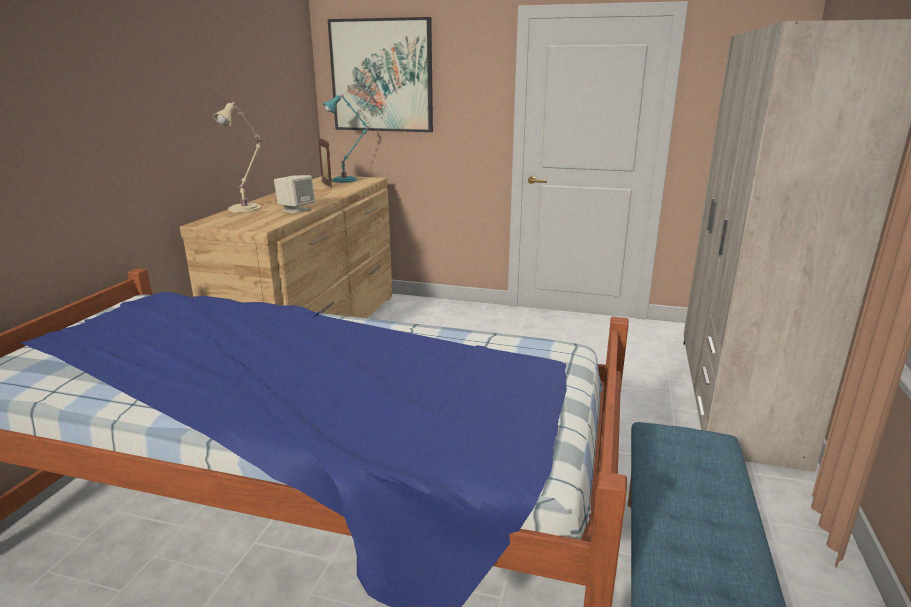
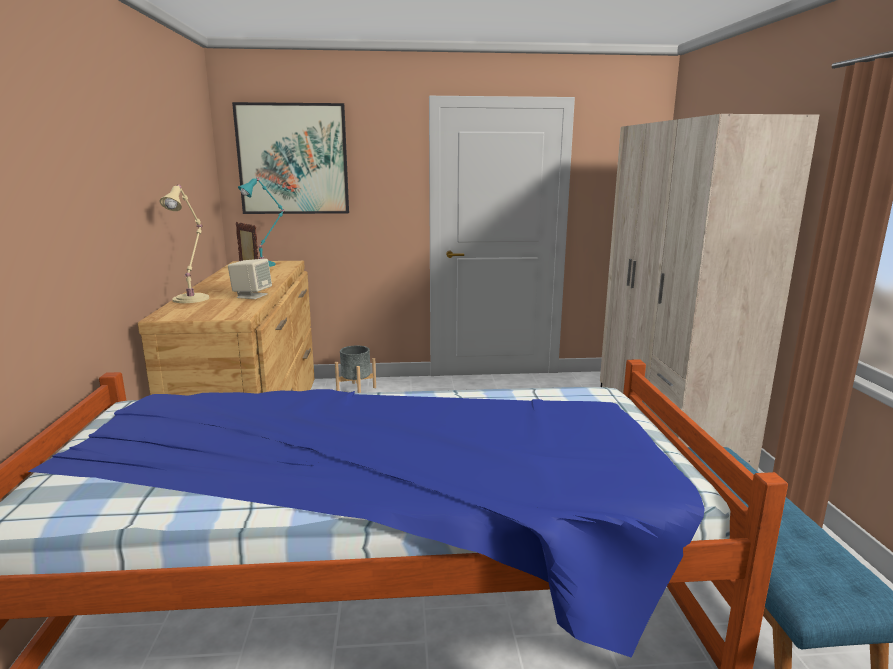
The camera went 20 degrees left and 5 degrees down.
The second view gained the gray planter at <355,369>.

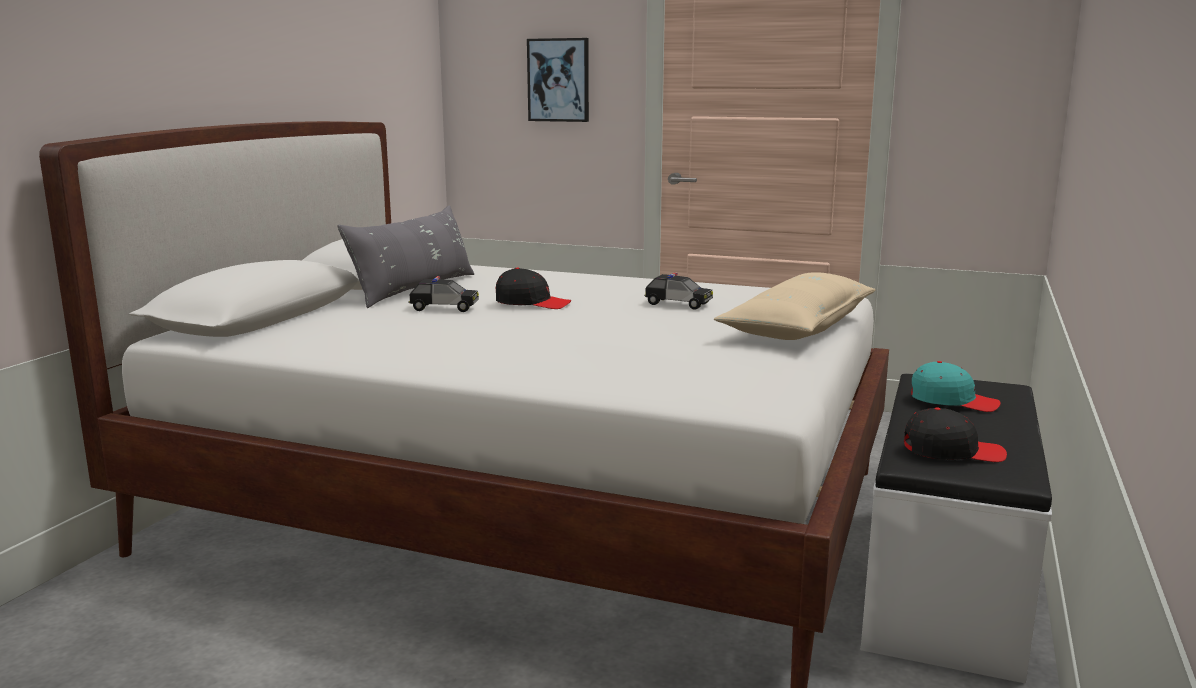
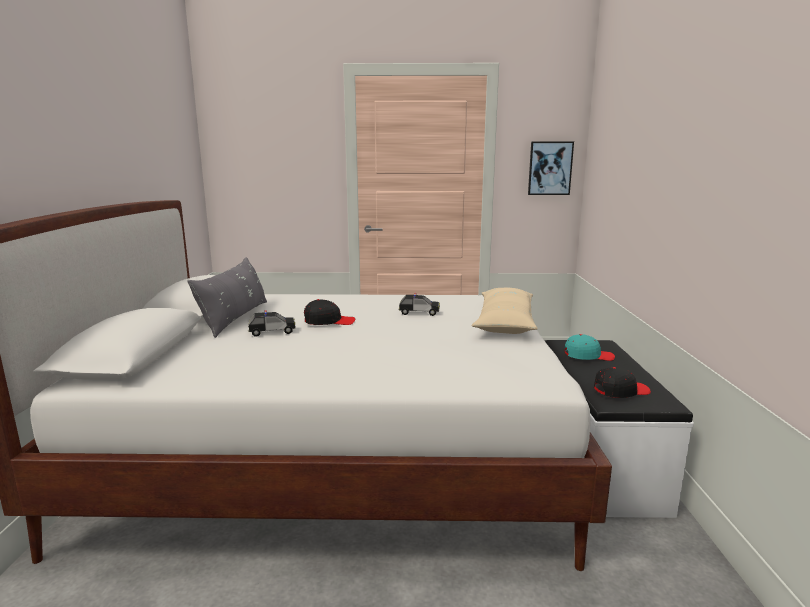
The camera went 20 degrees left and 0 degrees up.
The wall art ended up elsewhere, having gone from <558,80> to <551,168>.

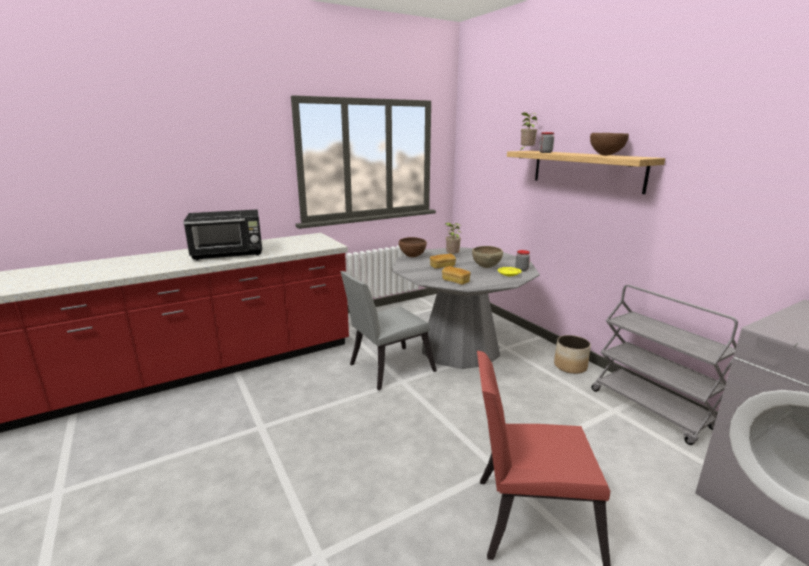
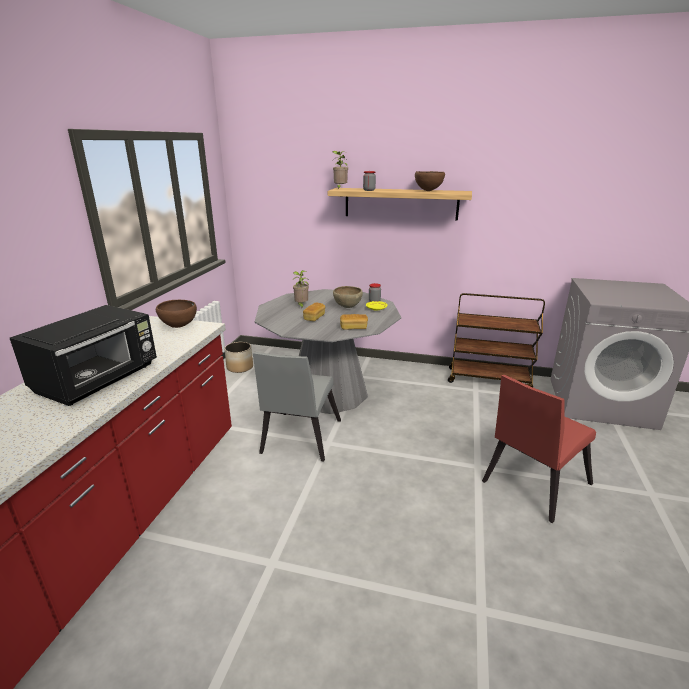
The camera went 45 degrees left and 5 degrees up.
The brown-coloured serving bowl ended up elsewhere, having gone from <413,247> to <176,314>.
The planter ended up elsewhere, having gone from <572,354> to <238,357>.
What was the gray wheeled cart at <664,365> turned into the brown-coloured wheeled cart at <496,340>.

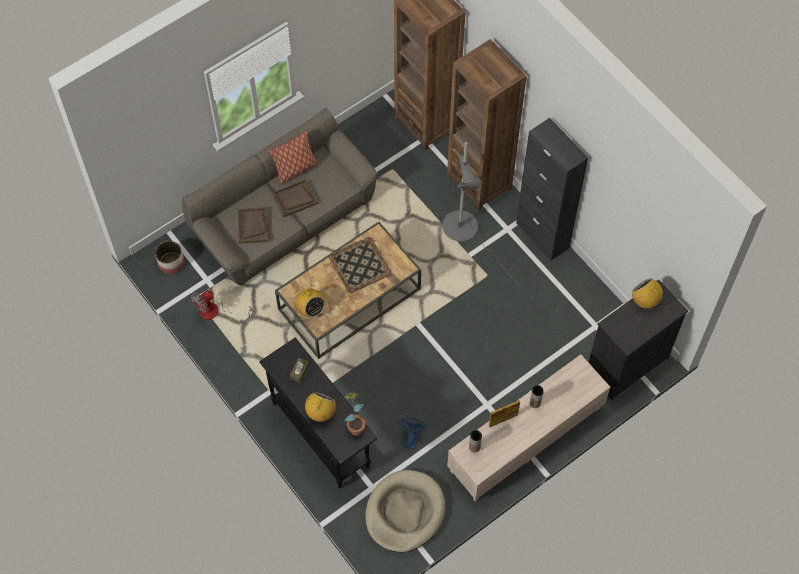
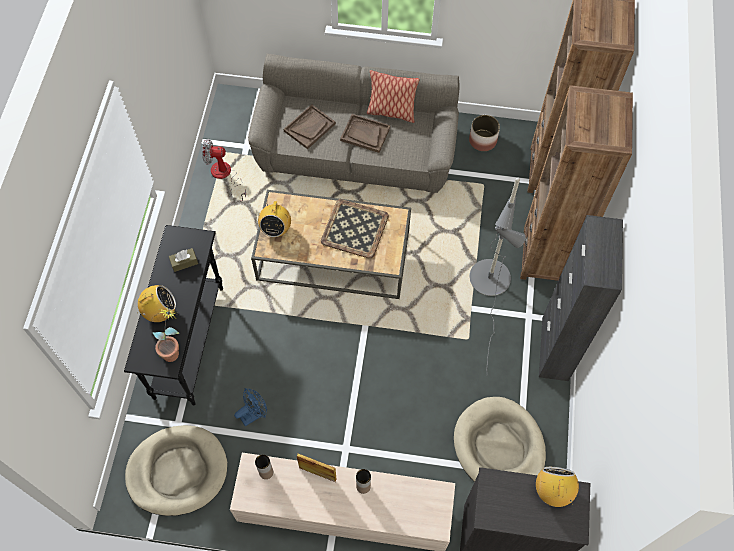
The camera went 45 degrees right and 0 degrees up.
The second view gained the beige-coloured dog bed at <500,439>.
The planter ended up elsewhere, having gone from <169,257> to <484,133>.

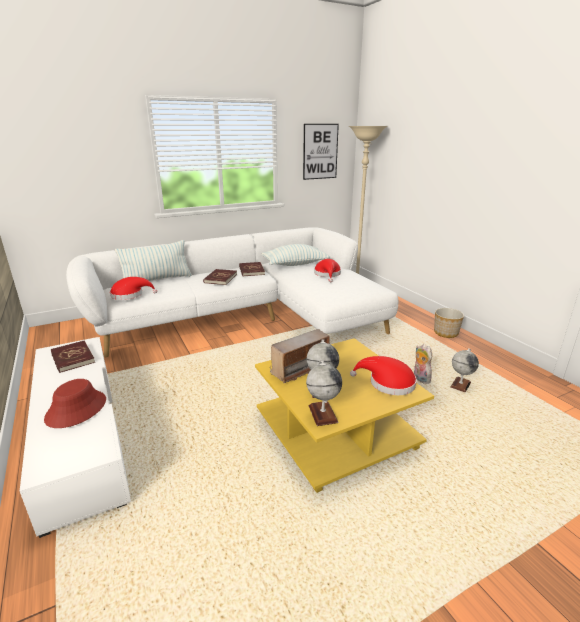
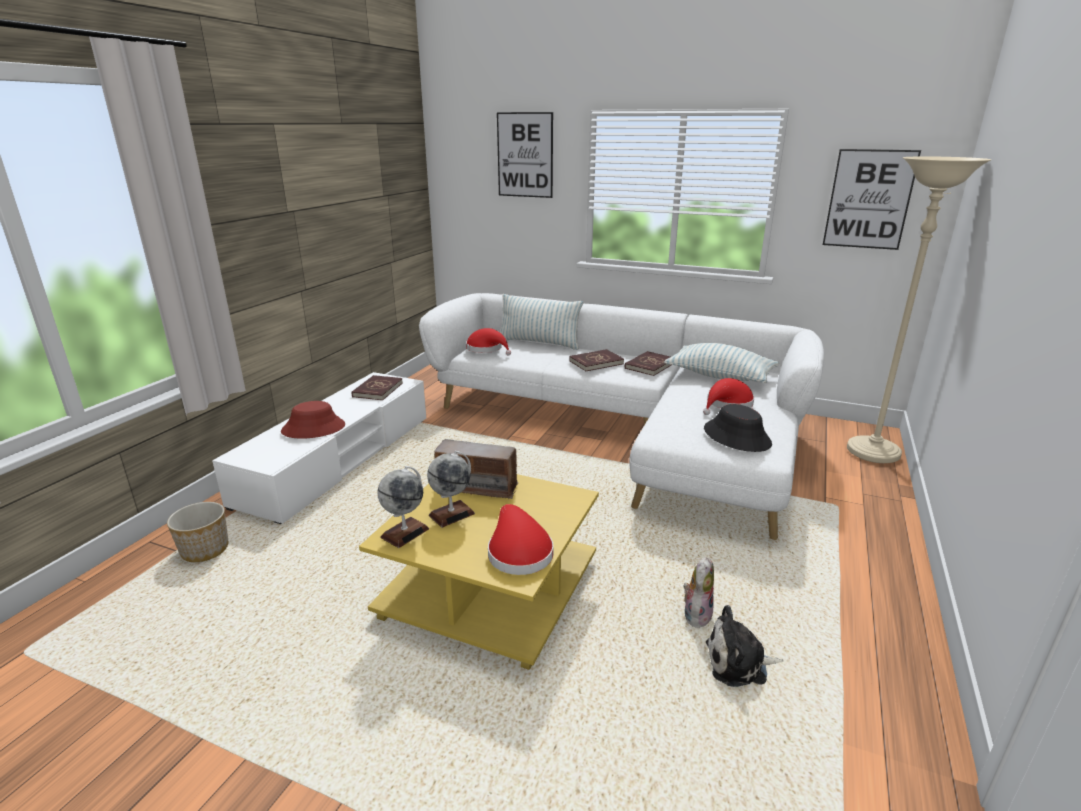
The camera went 50 degrees right and 0 degrees up.
The second view gained the wall art at <525,155>.
The second view gained the blackish clothing hat at <738,428>.
The planter ended up elsewhere, having gone from <449,323> to <197,532>.
Where the globe stood at <465,370>, the plush toy came to stand at <745,646>.

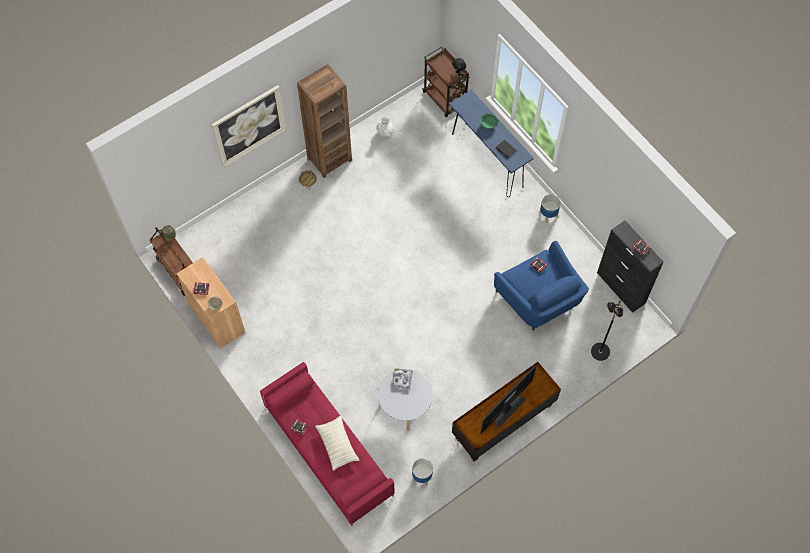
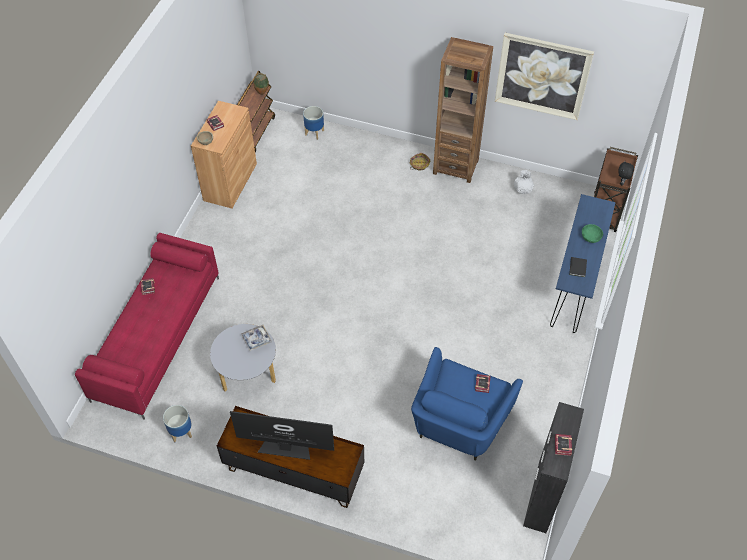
The camera went 55 degrees right and 10 degrees down.
The second view lost the cushion at <337,443>.
The second view lost the blackish standing lamp at <607,330>.
The wall art ended up elsewhere, having gone from <249,126> to <544,76>.
The planter ended up elsewhere, having gone from <550,208> to <313,123>.

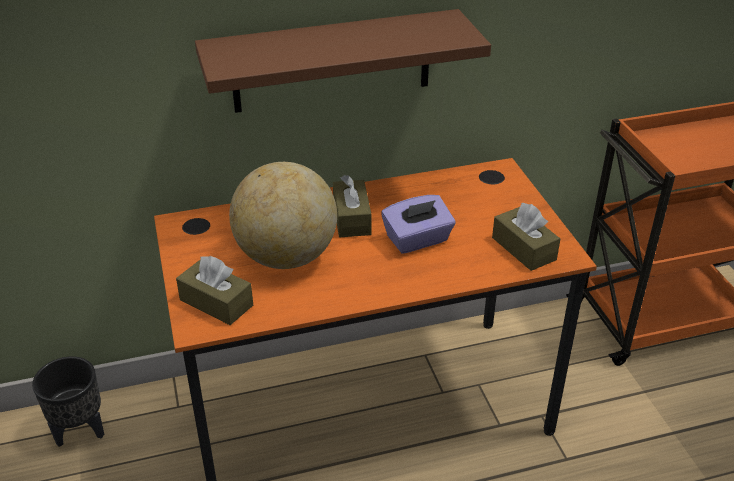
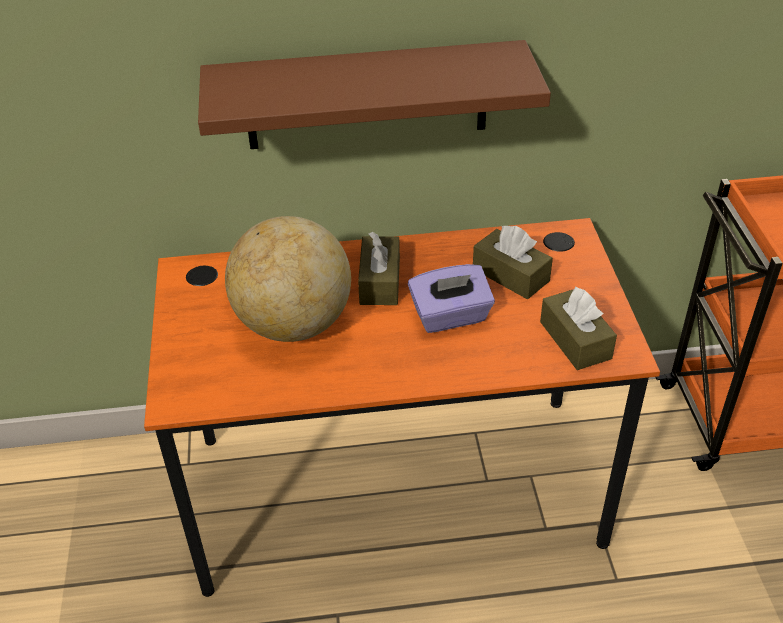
The camera went 10 degrees right and 5 degrees up.
The second view lost the blackish planter at <68,401>.
The brown-coloured tissue box ended up elsewhere, having gone from <214,290> to <513,262>.

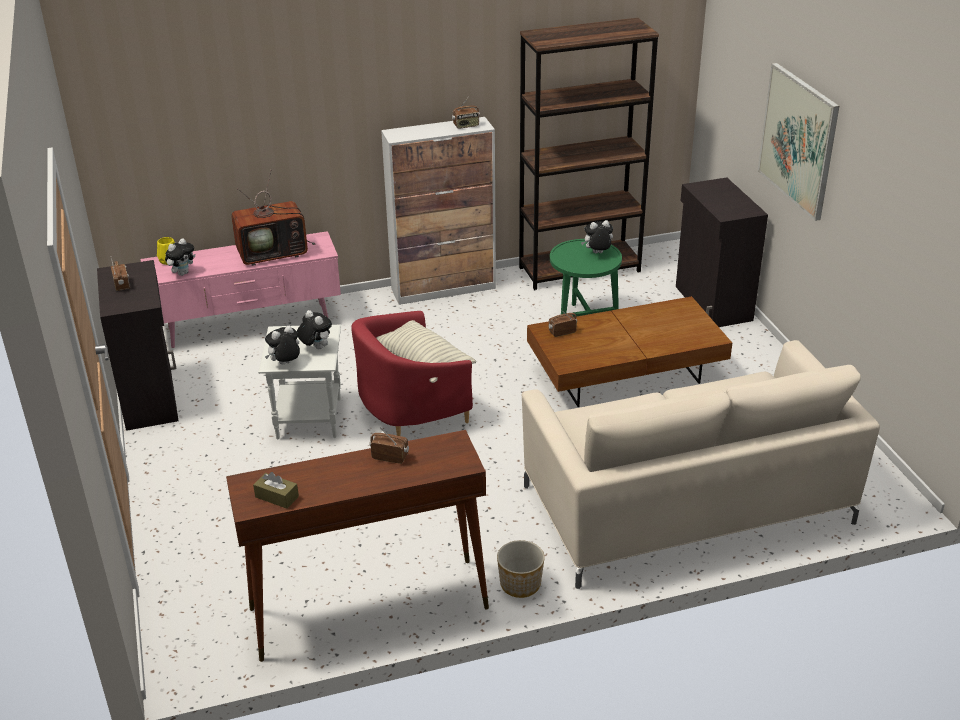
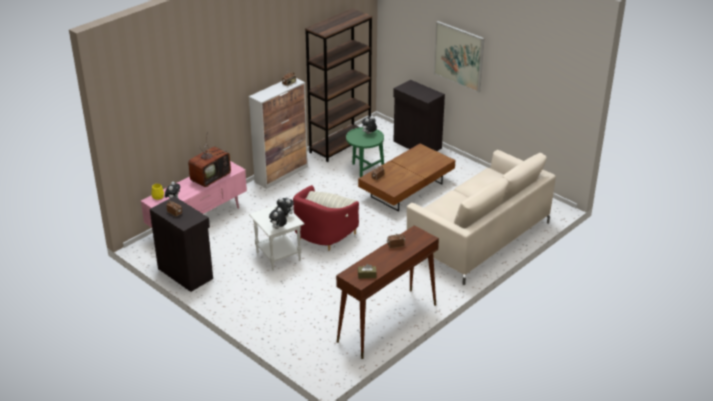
The camera went 30 degrees left and 0 degrees up.
The second view lost the planter at <521,569>.

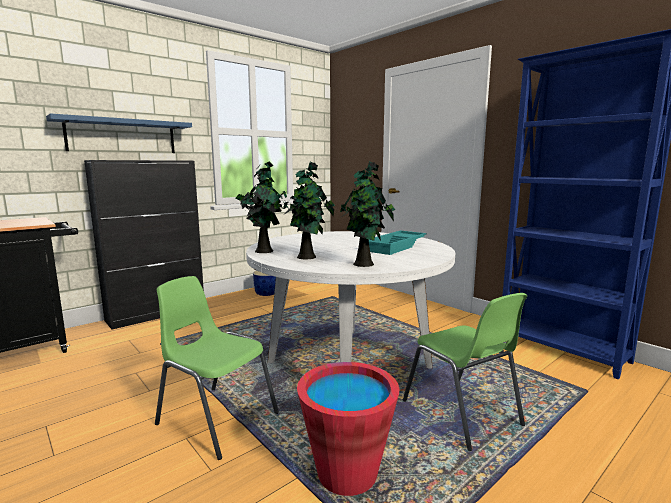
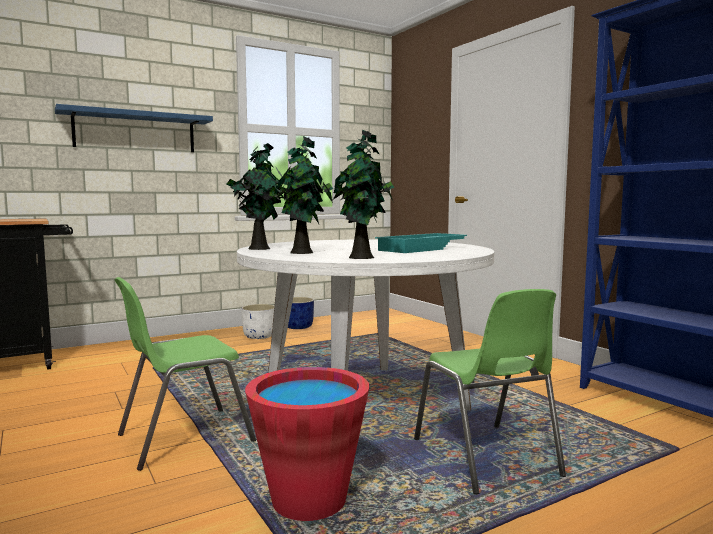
The camera went 10 degrees right and 5 degrees down.
The second view lost the blackish storage cabinet at <144,244>.
The second view gained the white planter at <257,321>.
The green-coloured upright chair at <217,368> ended up facing another way, 75 degrees counterclockwise from before.

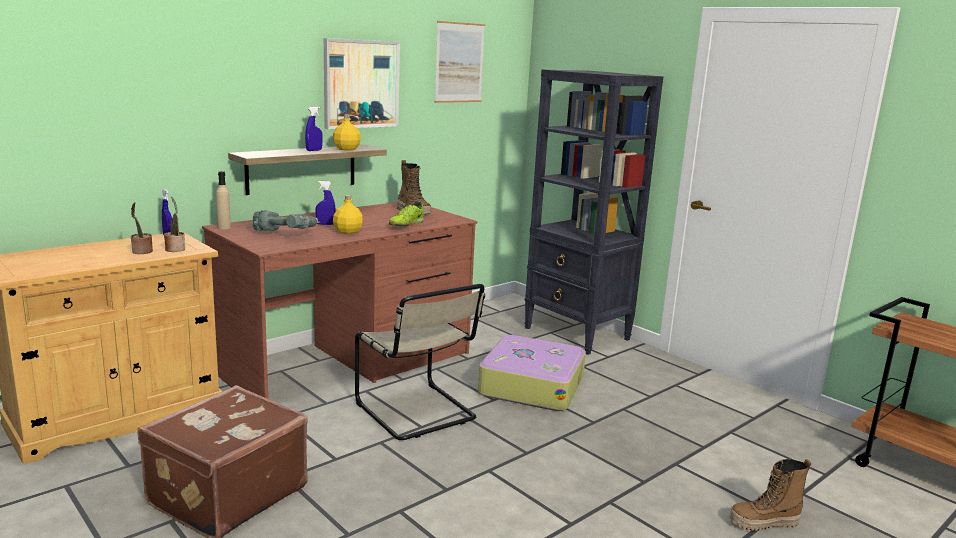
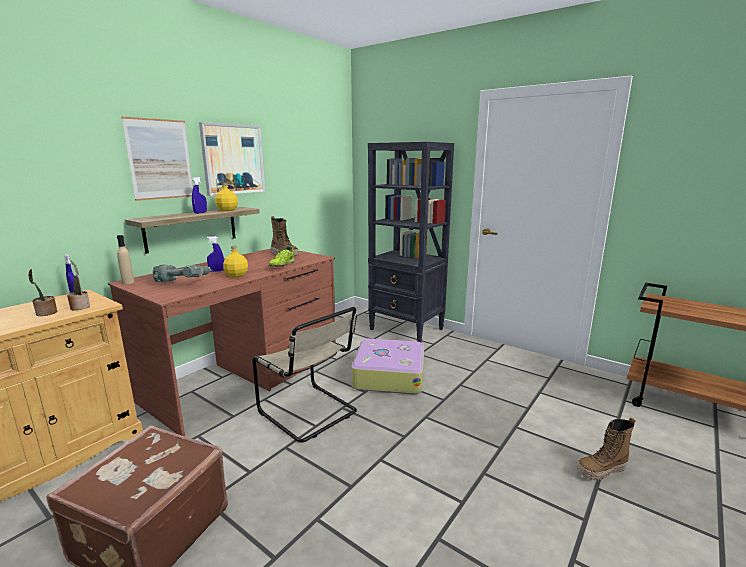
The camera went 10 degrees left and 0 degrees up.
The wall art ended up elsewhere, having gone from <460,62> to <157,159>.

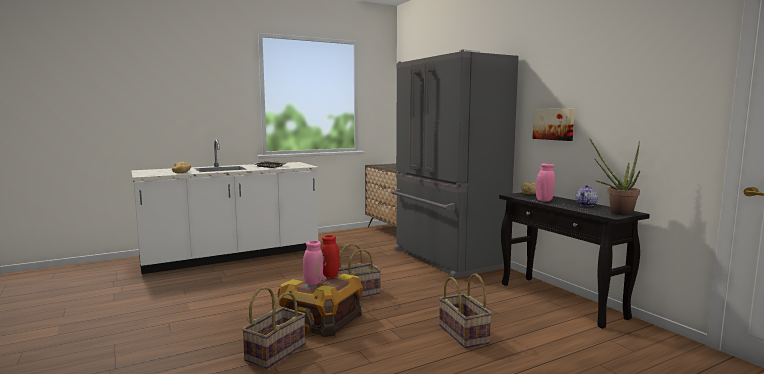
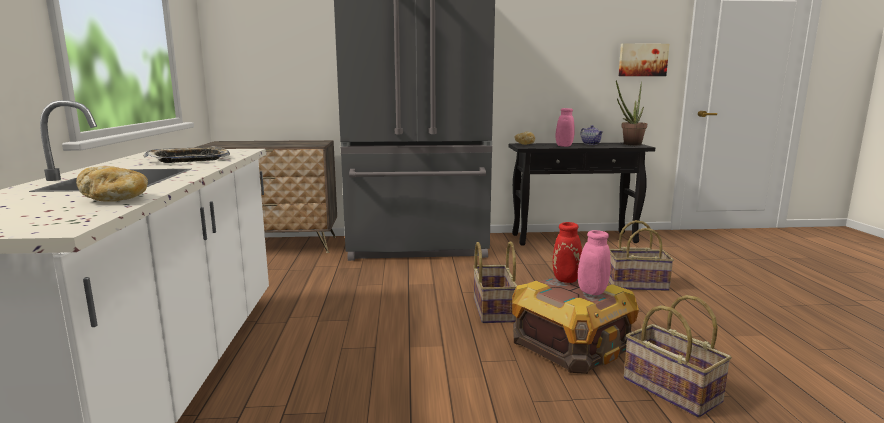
The camera went 65 degrees left and 5 degrees up.
The wall art ended up elsewhere, having gone from <553,125> to <643,59>.

